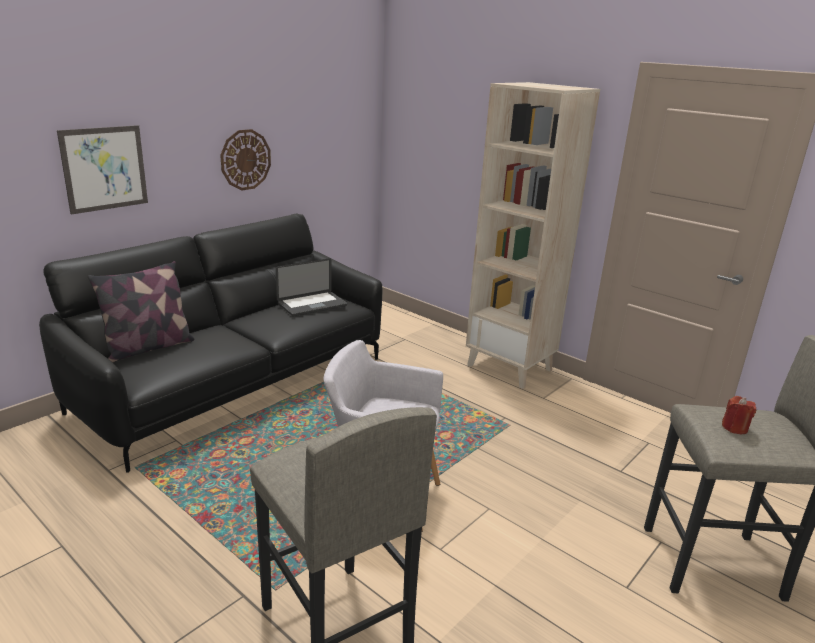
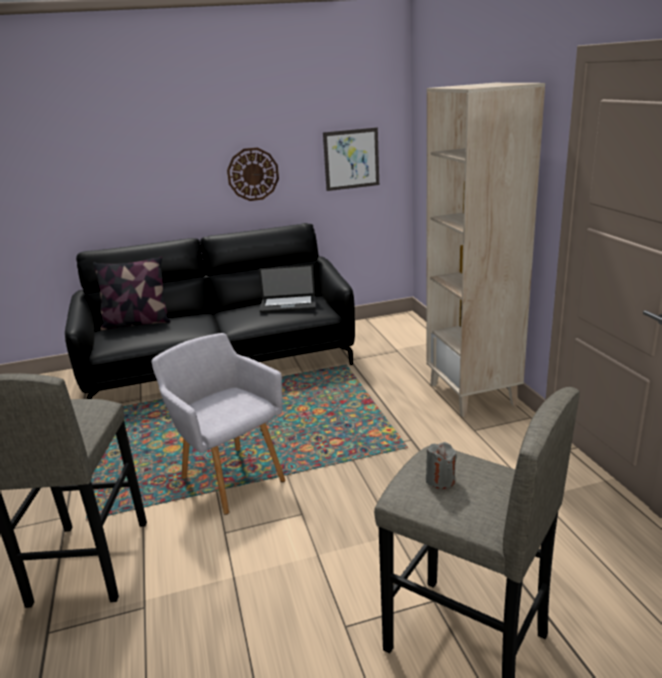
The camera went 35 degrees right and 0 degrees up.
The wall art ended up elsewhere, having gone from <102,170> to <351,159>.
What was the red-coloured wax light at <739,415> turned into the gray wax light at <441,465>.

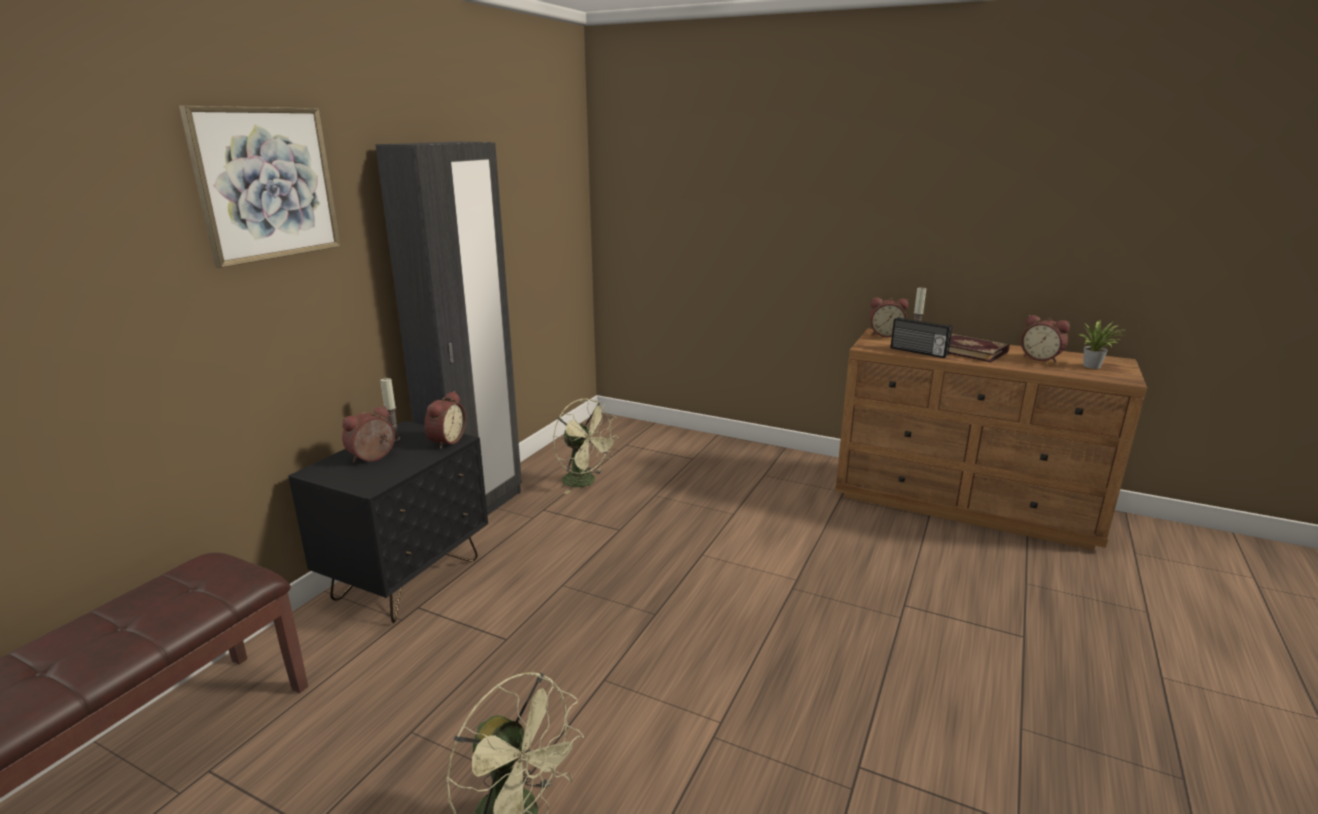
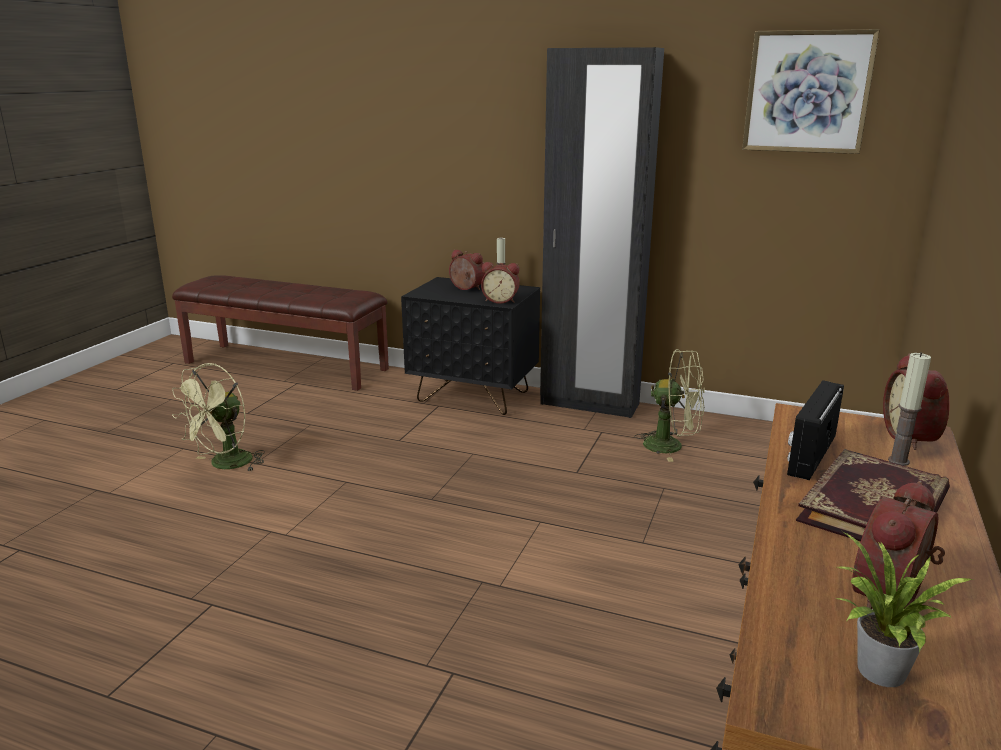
The camera went 85 degrees right and 0 degrees up.
The wall art ended up elsewhere, having gone from <260,186> to <811,91>.
The green-coloured fan at <586,446> ended up facing another way, 105 degrees counterclockwise from before.

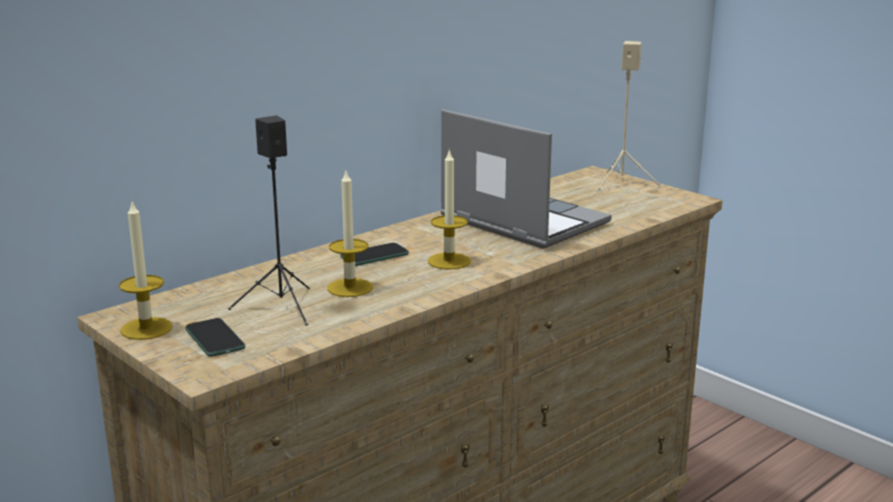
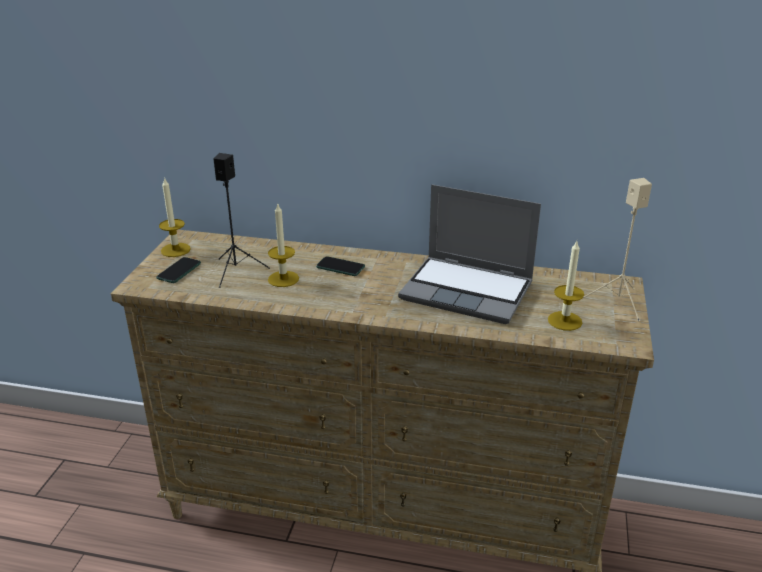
The camera went 55 degrees right and 10 degrees up.
The wax light ended up elsewhere, having gone from <449,209> to <566,286>.
The notebook computer at <526,179> ended up facing another way, 105 degrees clockwise from before.

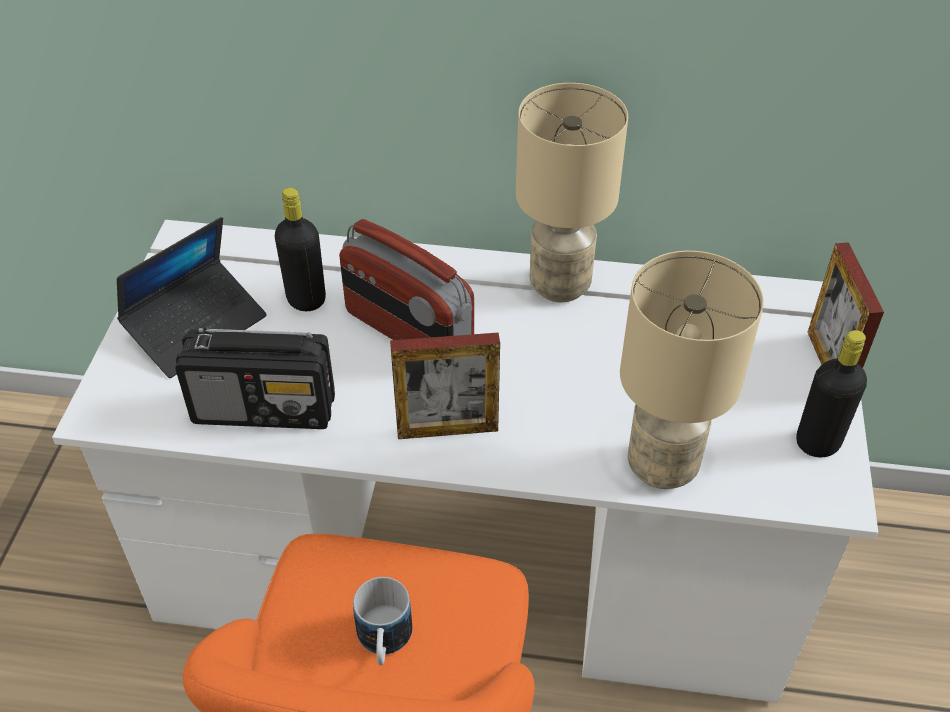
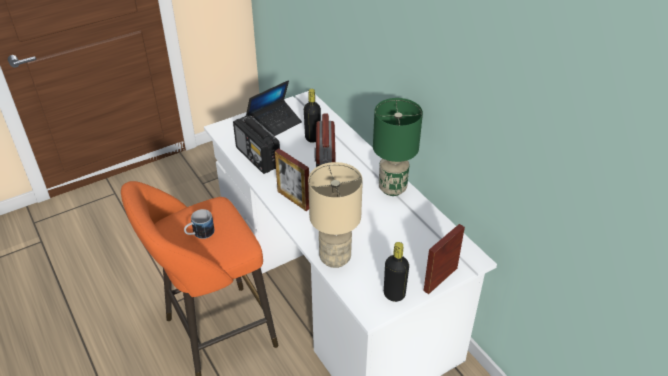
The camera went 50 degrees right and 5 degrees down.
What was the beige-coloured table lamp at <572,192> turned into the green-coloured table lamp at <398,147>.
The notebook computer at <192,297> ended up facing another way, 45 degrees counterclockwise from before.

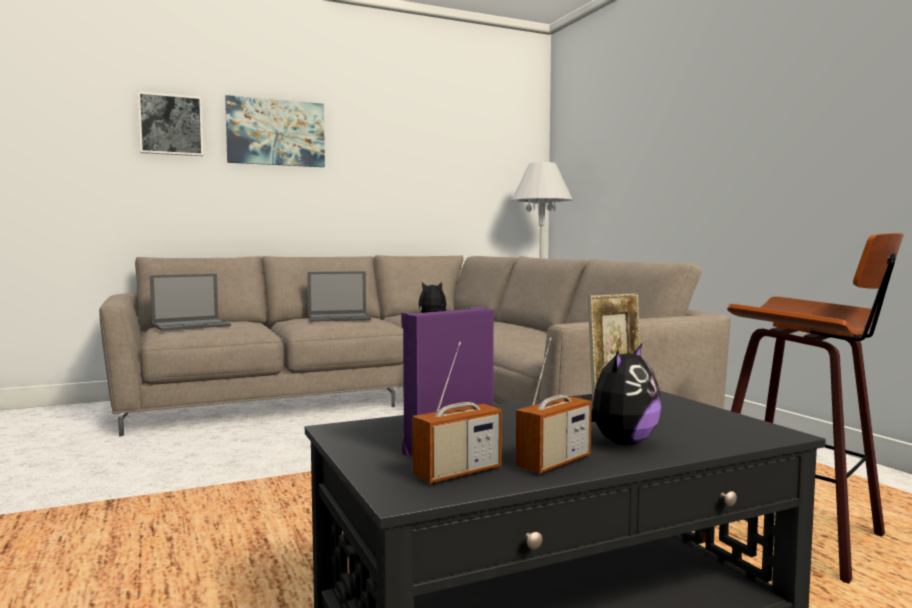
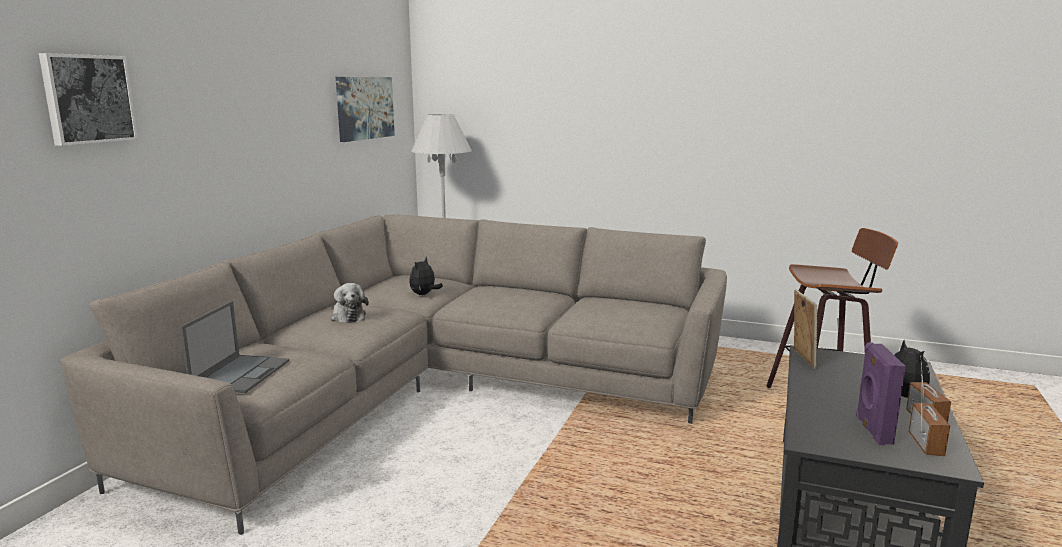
The camera went 45 degrees left and 10 degrees up.
The wall art ended up elsewhere, having gone from <275,131> to <365,109>.
Where the notebook computer stood at <339,296>, the plush toy came to stand at <350,303>.

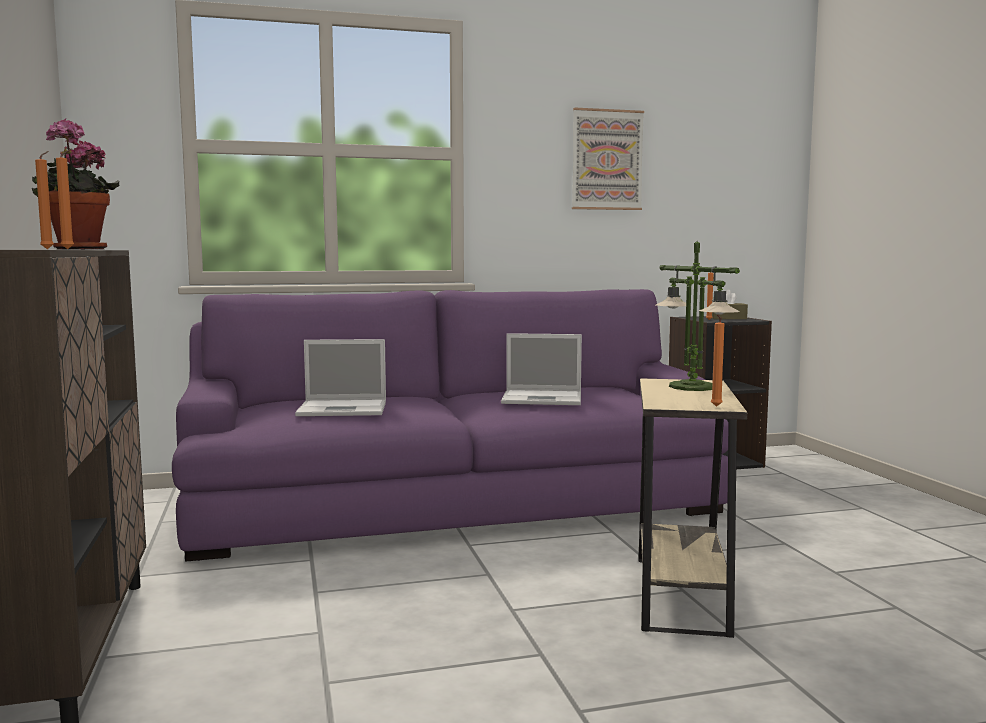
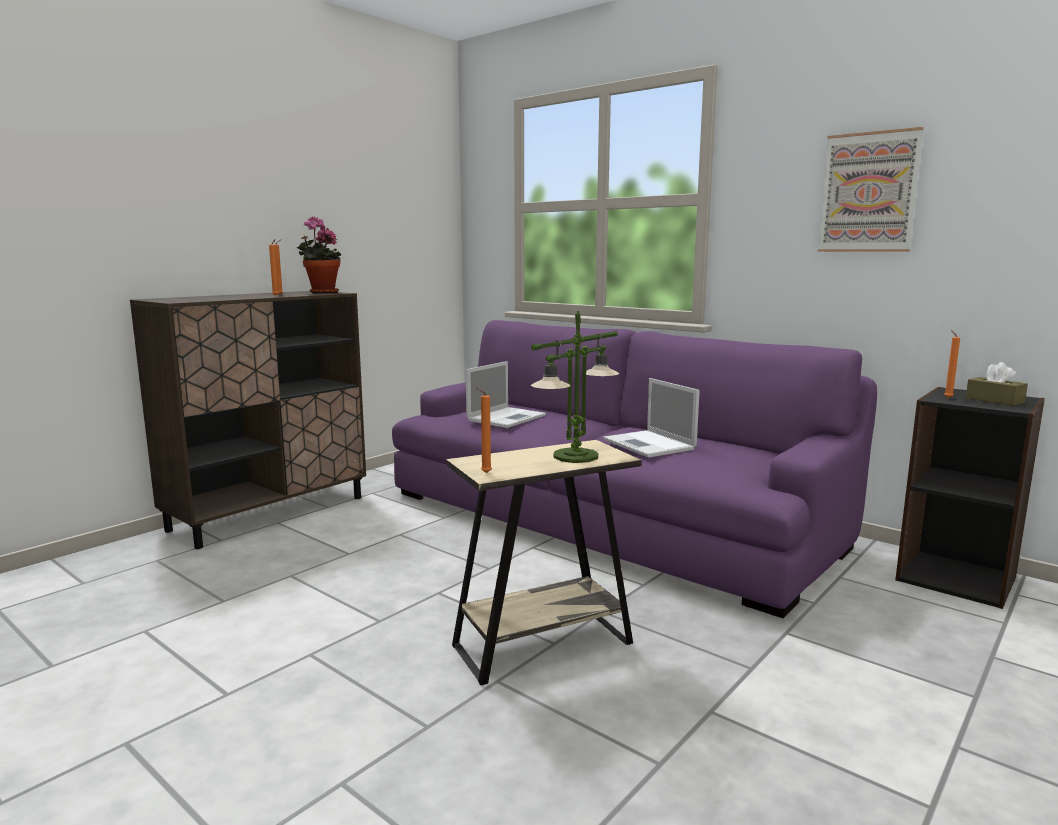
The camera went 55 degrees right and 5 degrees up.
The notebook computer at <340,377> ended up facing another way, 105 degrees counterclockwise from before.

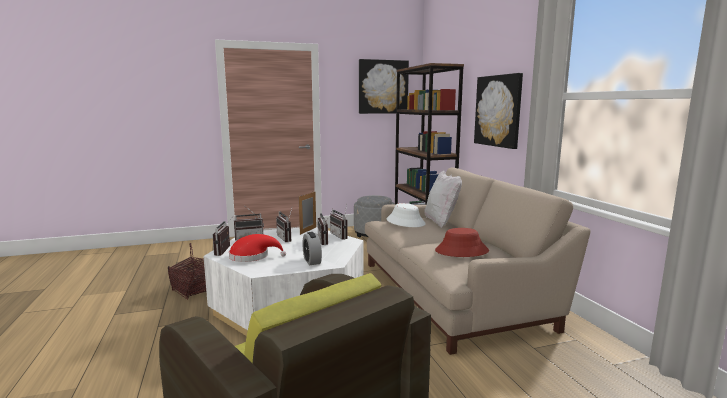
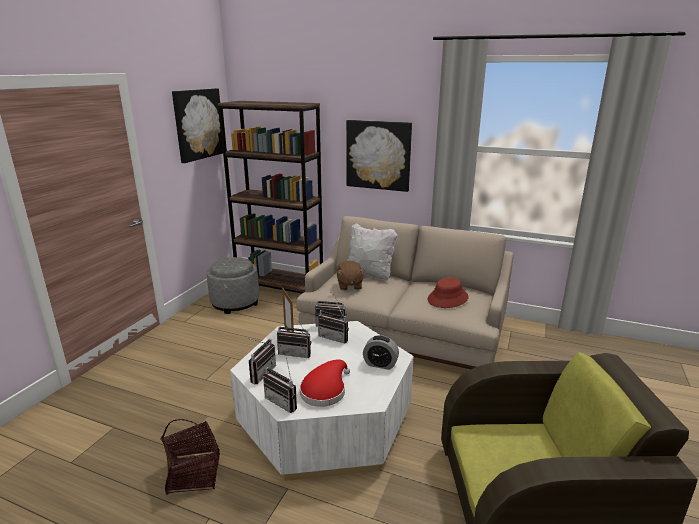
The camera went 50 degrees left and 10 degrees up.
Where the white clothing hat stood at <406,215>, the brown-coloured plush toy came to stand at <351,275>.

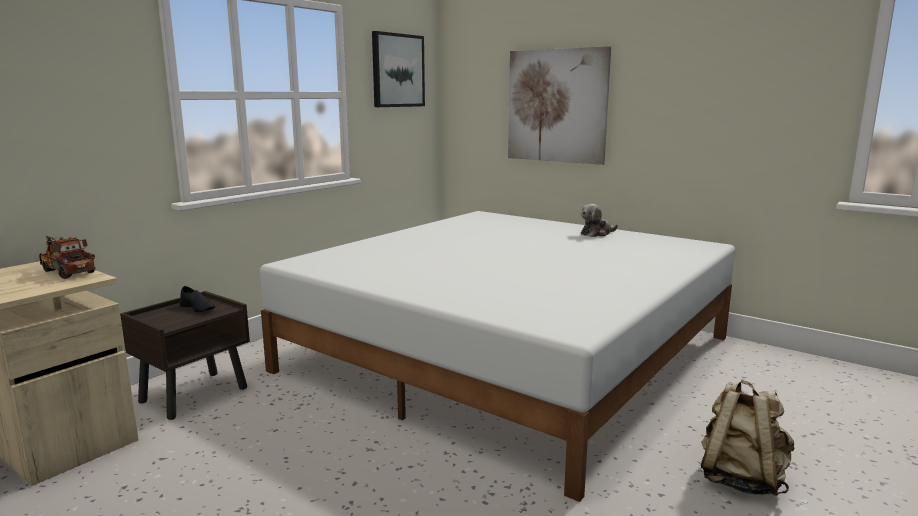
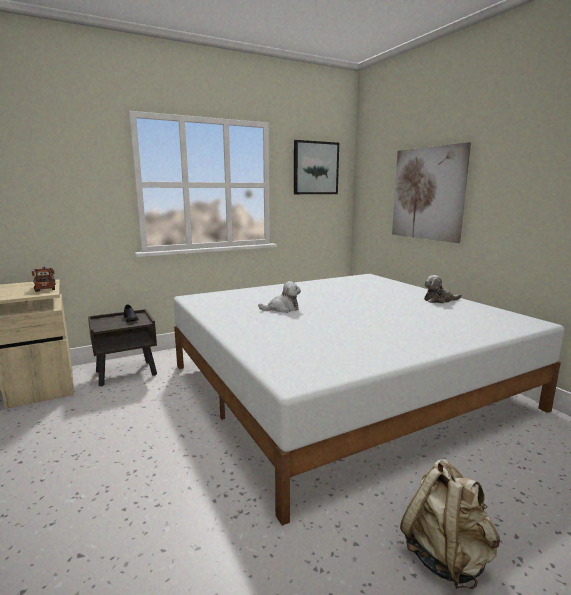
The camera went 25 degrees right and 0 degrees up.
The second view gained the plush toy at <279,297>.

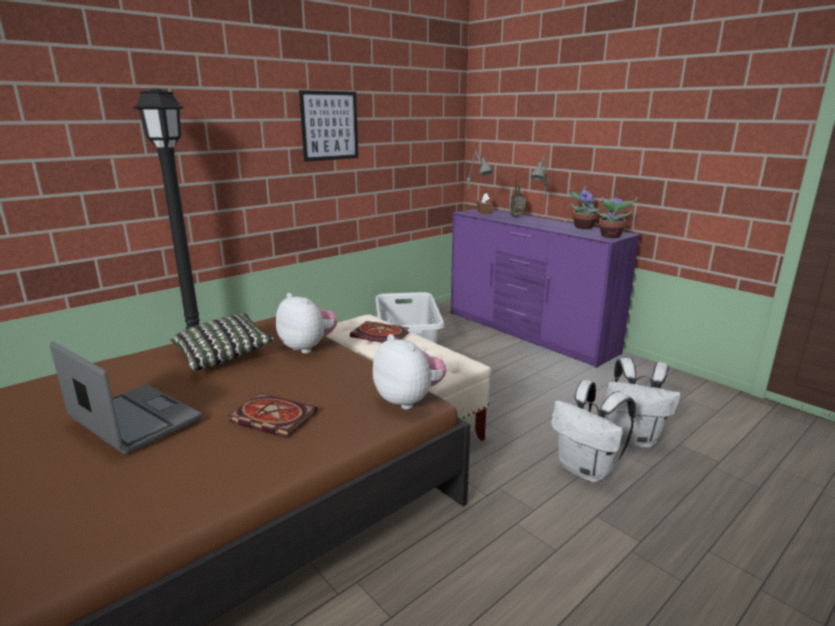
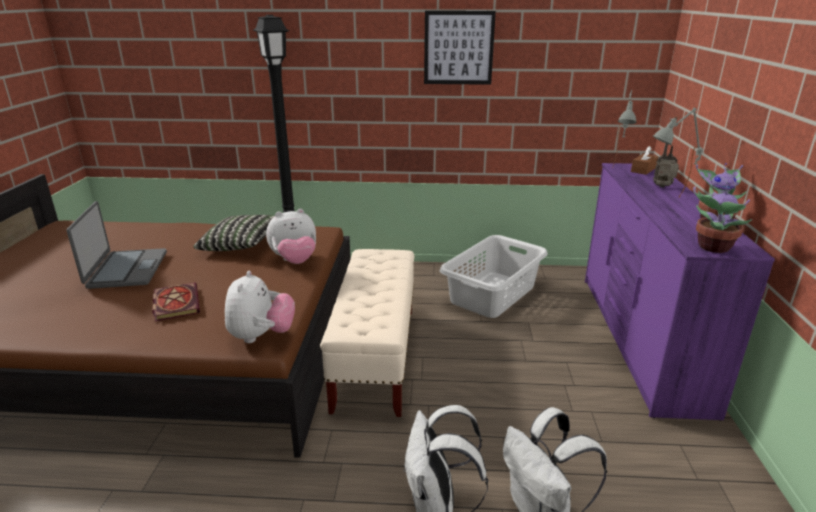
The camera went 45 degrees right and 5 degrees up.
The second view lost the bound book at <379,332>.
The plush toy at <306,323> ended up facing another way, 75 degrees clockwise from before.

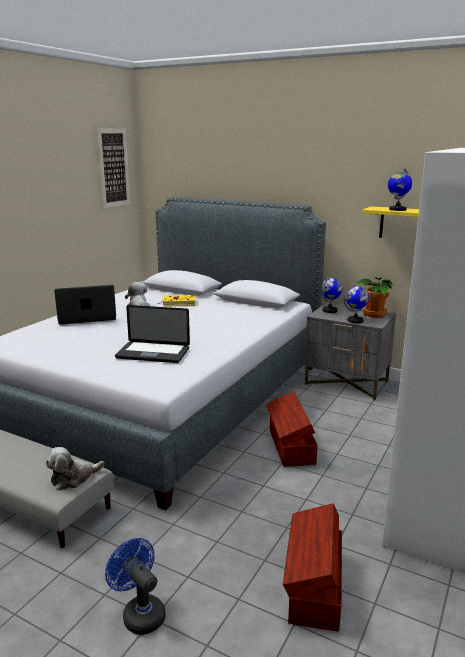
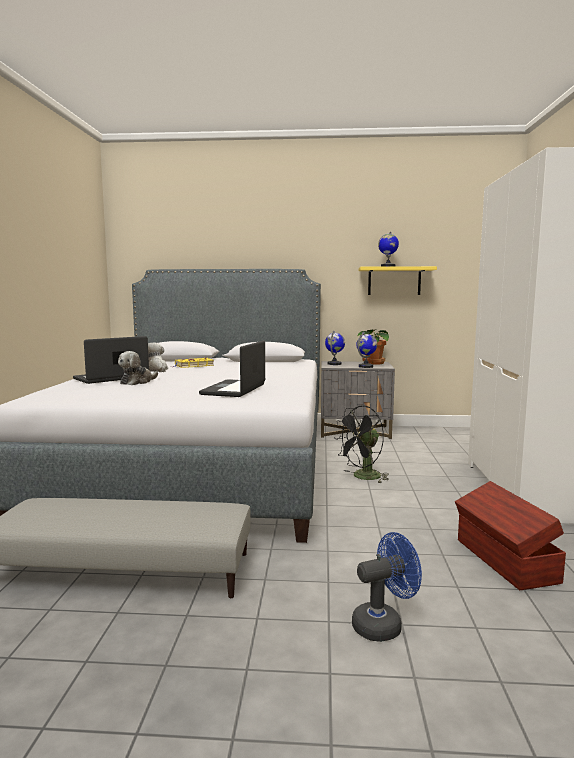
The camera went 25 degrees left and 10 degrees down.
The second view lost the wall art at <113,168>.
The plush toy ended up elsewhere, having gone from <75,469> to <138,368>.
Where the brown-coloured storage box stood at <292,429>, the blackish fan came to stand at <361,444>.
The blue fan at <135,586> ended up facing another way, 135 degrees clockwise from before.
The notebook computer at <152,334> ended up facing another way, 120 degrees clockwise from before.

